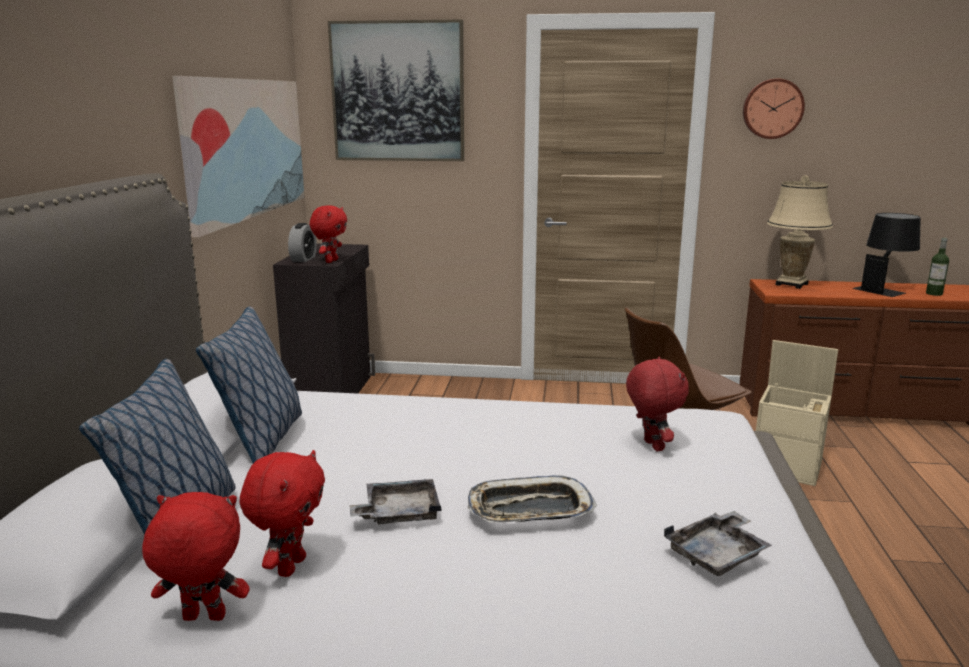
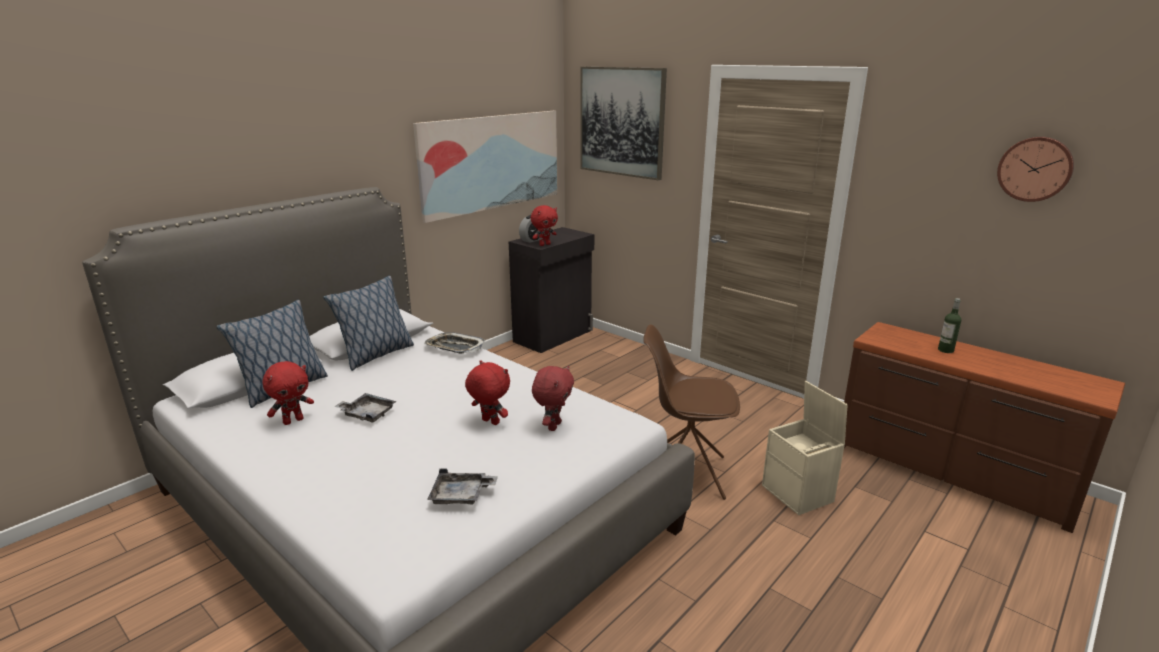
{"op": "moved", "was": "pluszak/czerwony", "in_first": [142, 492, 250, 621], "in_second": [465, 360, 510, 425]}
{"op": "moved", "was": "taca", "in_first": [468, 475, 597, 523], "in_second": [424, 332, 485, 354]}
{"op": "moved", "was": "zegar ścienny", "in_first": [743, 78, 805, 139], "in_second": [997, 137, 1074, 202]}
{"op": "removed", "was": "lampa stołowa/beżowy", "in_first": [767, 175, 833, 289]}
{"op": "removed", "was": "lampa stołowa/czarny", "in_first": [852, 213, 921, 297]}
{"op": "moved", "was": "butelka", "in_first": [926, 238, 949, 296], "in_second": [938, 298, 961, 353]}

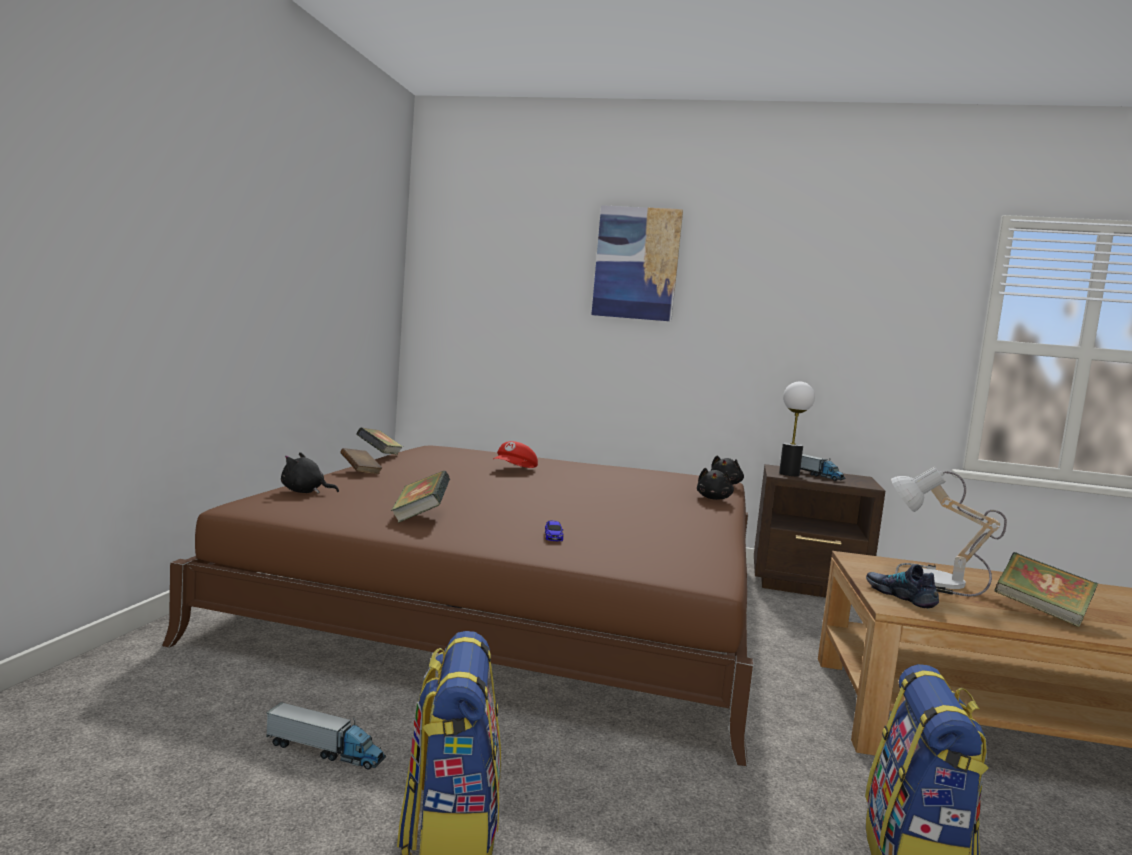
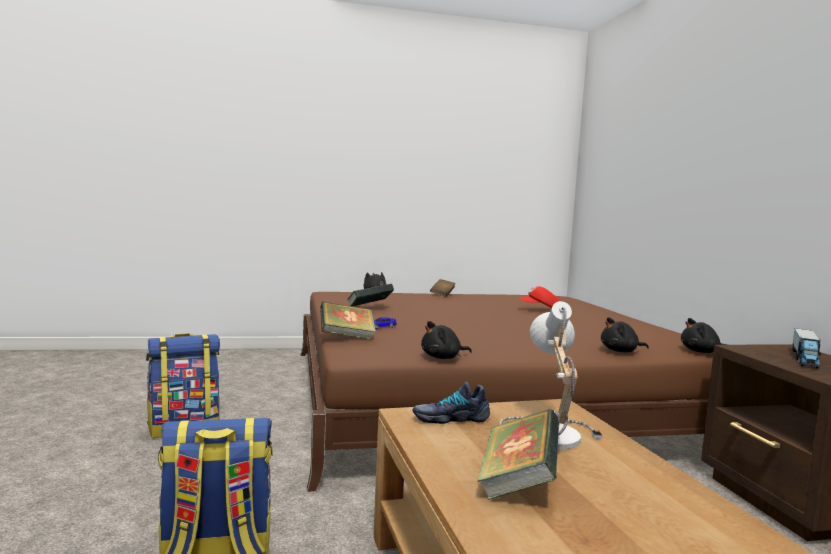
{"op": "removed", "was": "ciężarówka zabawkowa", "in_first": [266, 702, 386, 770]}
{"op": "moved", "was": "książka", "in_first": [356, 427, 403, 455], "in_second": [320, 301, 376, 340]}
{"op": "removed", "was": "obraz", "in_first": [591, 205, 683, 322]}
{"op": "removed", "was": "lampa stołowa", "in_first": [779, 382, 815, 476]}
{"op": "turned", "was": "but", "in_first": [866, 564, 939, 609], "in_second": [413, 382, 490, 424], "clockwise": -135}
{"op": "added", "now": "pluszak/czarny", "in_second": [421, 321, 472, 359]}

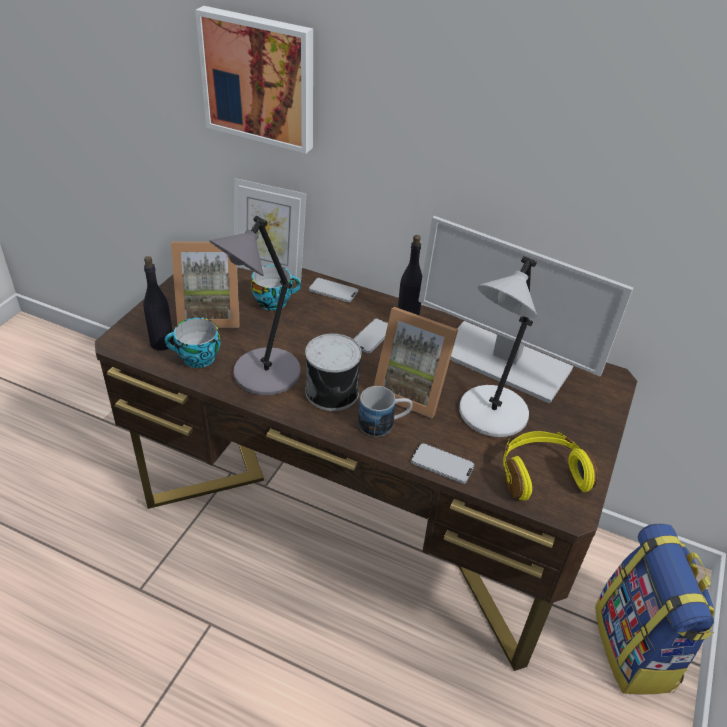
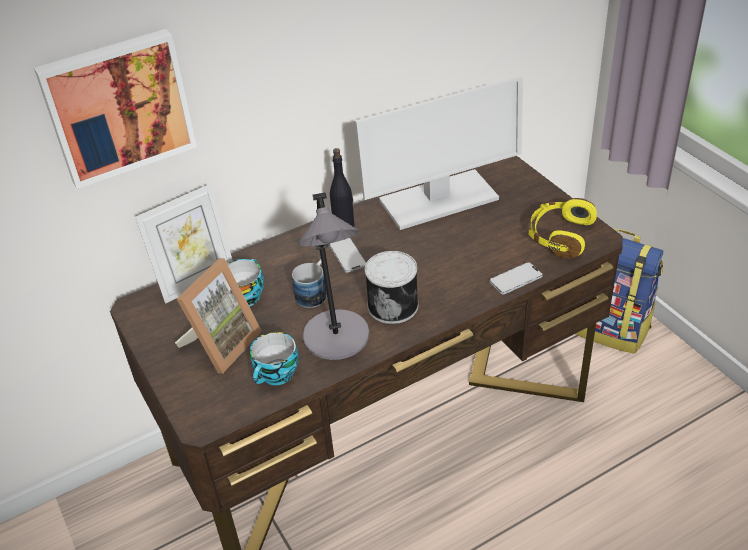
{"op": "removed", "was": "butelka/czarny", "in_first": [143, 256, 174, 351]}
{"op": "removed", "was": "telefon", "in_first": [308, 277, 358, 302]}
{"op": "moved", "was": "kubek", "in_first": [358, 386, 413, 437], "in_second": [292, 260, 327, 308]}
{"op": "removed", "was": "ramka na zdjęcie", "in_first": [374, 307, 458, 418]}
{"op": "removed", "was": "lampa stołowa/szary", "in_first": [459, 256, 537, 437]}

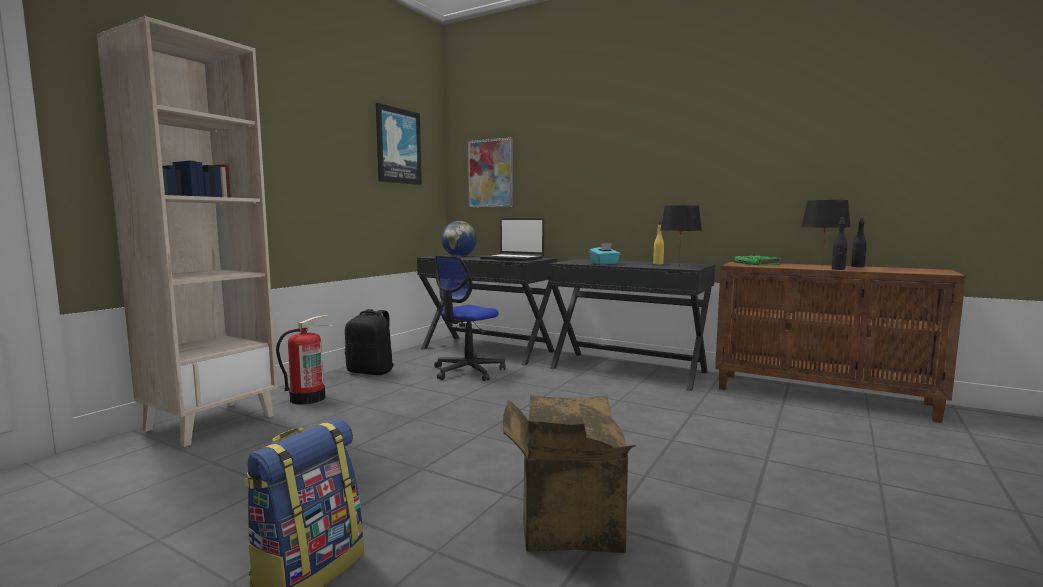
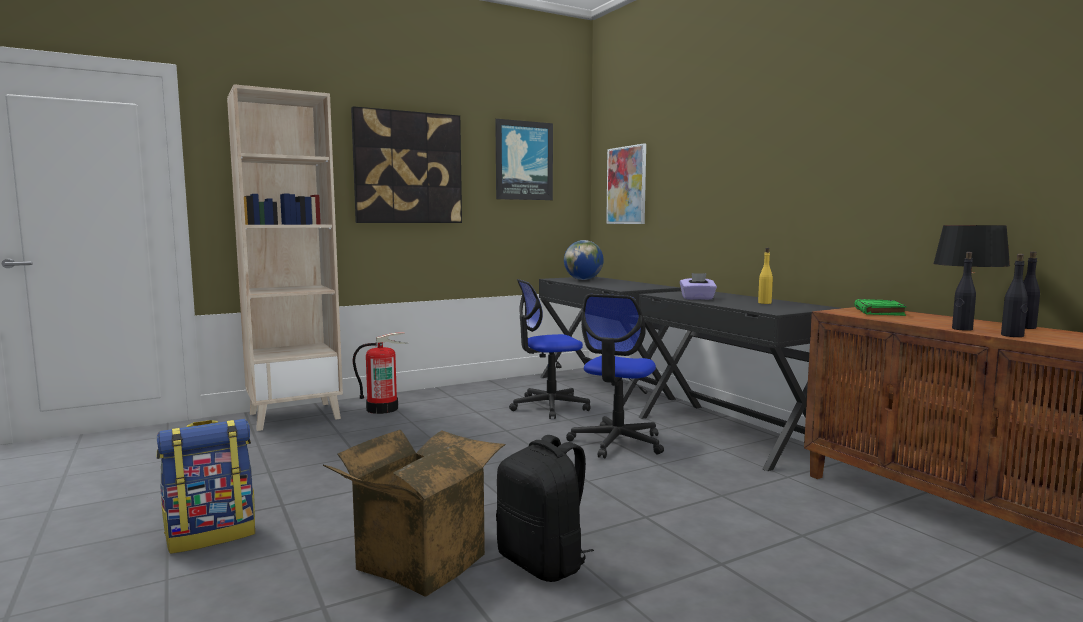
{"op": "moved", "was": "plecak/czarny", "in_first": [345, 309, 394, 375], "in_second": [496, 435, 594, 582]}
{"op": "removed", "was": "laptop", "in_first": [480, 218, 544, 261]}
{"op": "recoloured", "was": "pudełko chusteczek/turkusowy", "now": "pudełko chusteczek/fioletowy", "in_first": [589, 243, 620, 265], "in_second": [680, 273, 717, 300]}
{"op": "removed", "was": "lampa stołowa/czarny", "in_first": [660, 205, 702, 267]}
{"op": "added", "now": "obraz", "in_second": [351, 106, 462, 223]}
{"op": "added", "now": "krzesło biurowe", "in_second": [566, 294, 664, 458]}
{"op": "added", "now": "butelka/czarny", "in_second": [1001, 254, 1028, 337]}

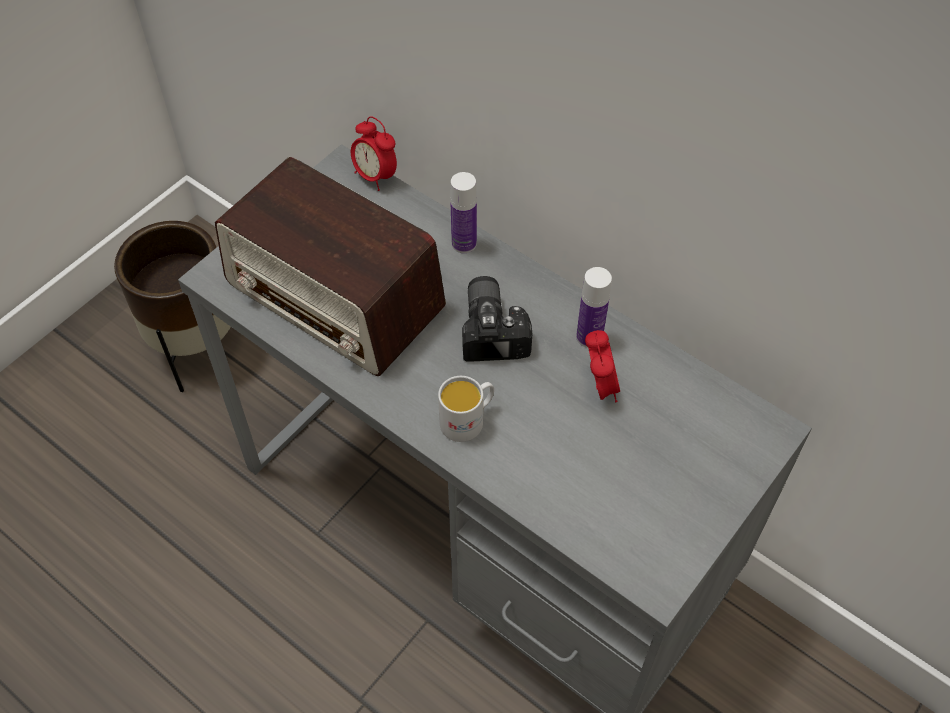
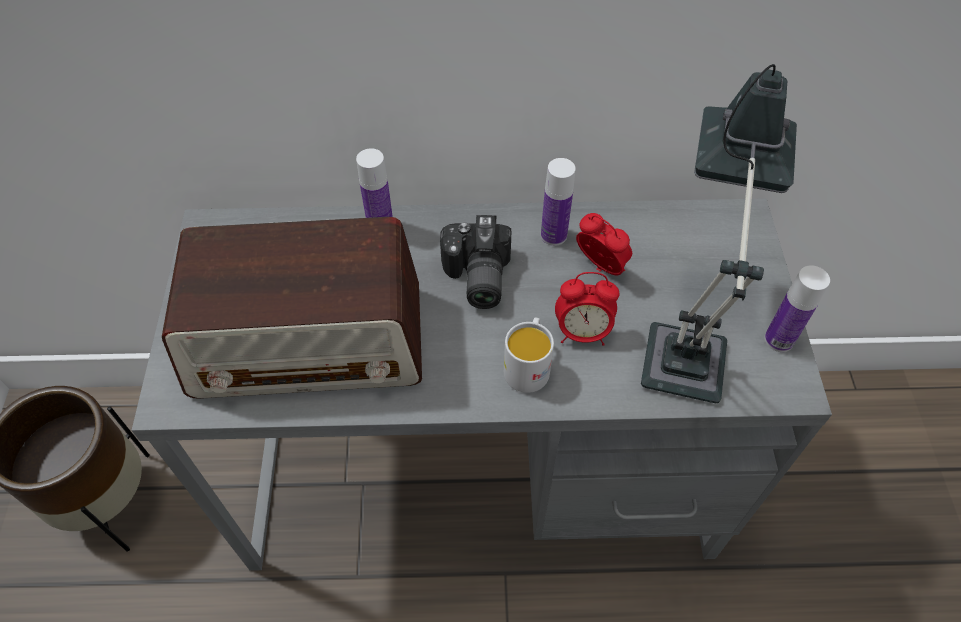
{"op": "moved", "was": "budzik", "in_first": [351, 116, 397, 191], "in_second": [555, 272, 619, 346]}
{"op": "turned", "was": "aparat fotograficzny", "in_first": [462, 276, 533, 362], "in_second": [440, 215, 511, 309], "clockwise": -135}
{"op": "added", "now": "lampa stołowa", "in_second": [641, 64, 797, 404]}
{"op": "added", "now": "butelka", "in_second": [764, 265, 830, 352]}

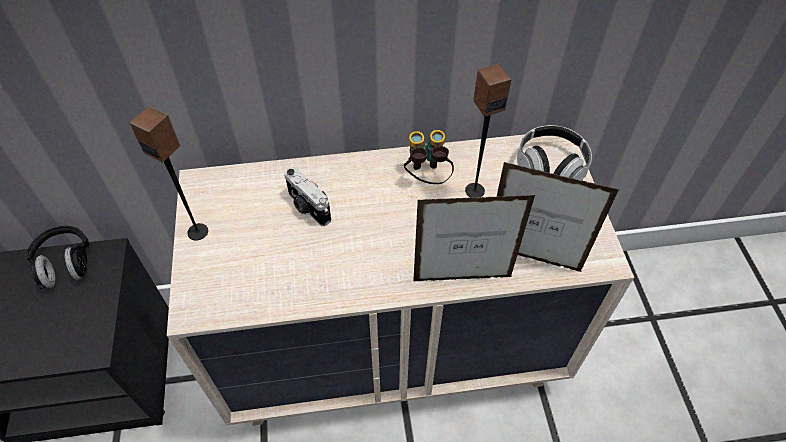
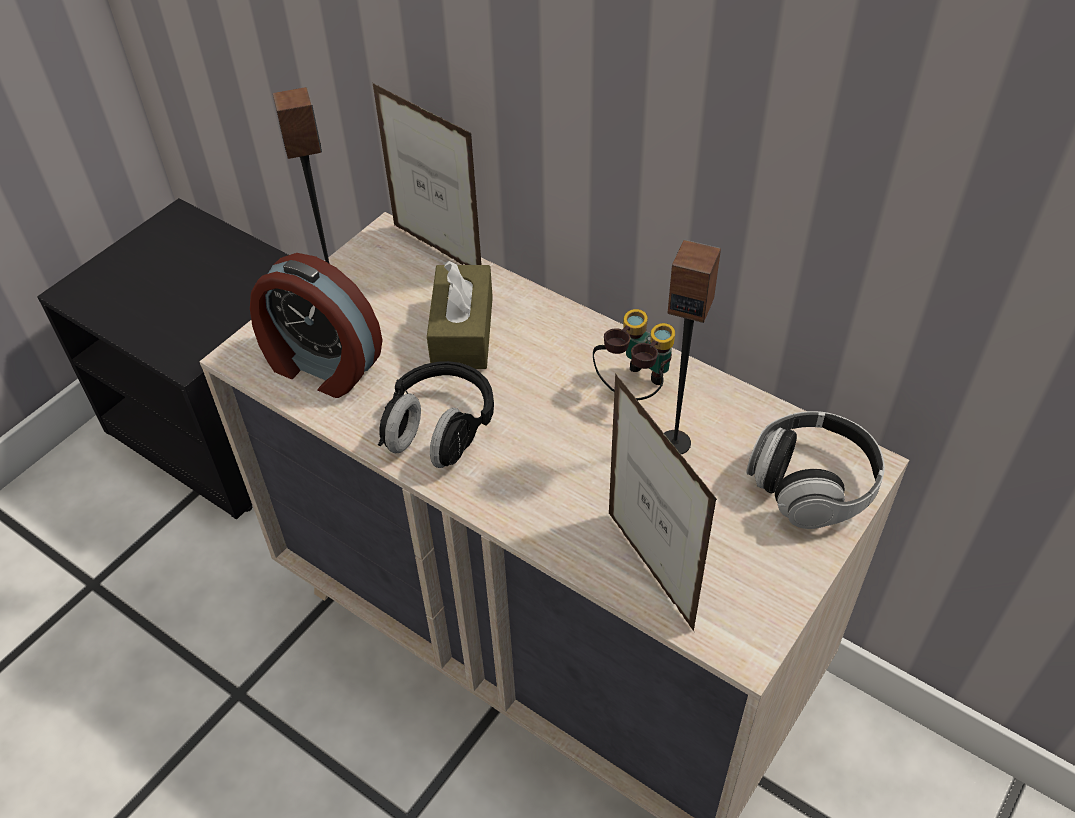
{"op": "moved", "was": "słuchawki/czarny", "in_first": [25, 225, 90, 289], "in_second": [378, 361, 494, 468]}
{"op": "replaced", "was": "aparat fotograficzny", "now": "pudełko chusteczek/brązowy", "in_first": [284, 167, 331, 226], "in_second": [427, 260, 493, 369]}
{"op": "moved", "was": "ramka na zdjęcie", "in_first": [413, 195, 536, 281], "in_second": [373, 83, 482, 265]}
{"op": "added", "now": "budzik", "in_second": [250, 253, 383, 398]}

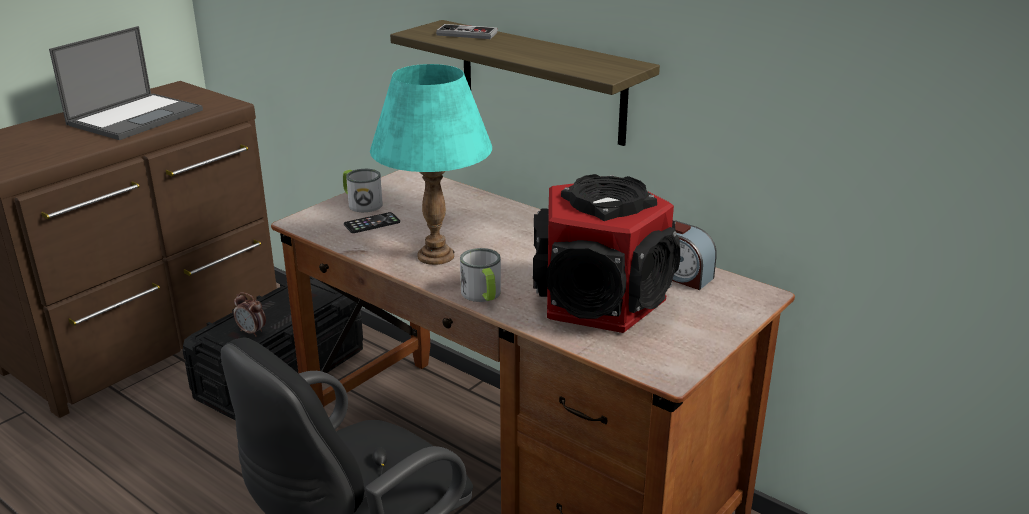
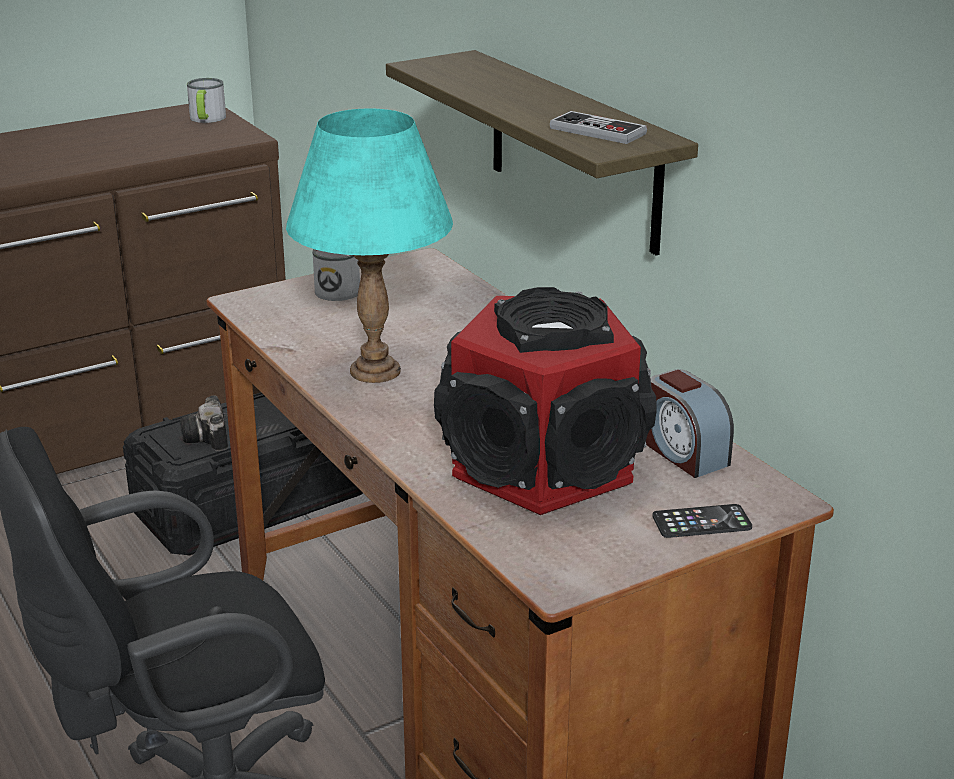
{"op": "removed", "was": "laptop", "in_first": [49, 26, 203, 140]}
{"op": "replaced", "was": "budzik", "now": "aparat fotograficzny", "in_first": [233, 292, 266, 337], "in_second": [180, 396, 228, 451]}
{"op": "moved", "was": "telefon", "in_first": [344, 212, 400, 233], "in_second": [652, 504, 752, 538]}
{"op": "moved", "was": "pad do gier", "in_first": [436, 24, 498, 39], "in_second": [550, 111, 647, 144]}
{"op": "moved", "was": "kubek", "in_first": [460, 248, 501, 302], "in_second": [187, 78, 226, 123]}

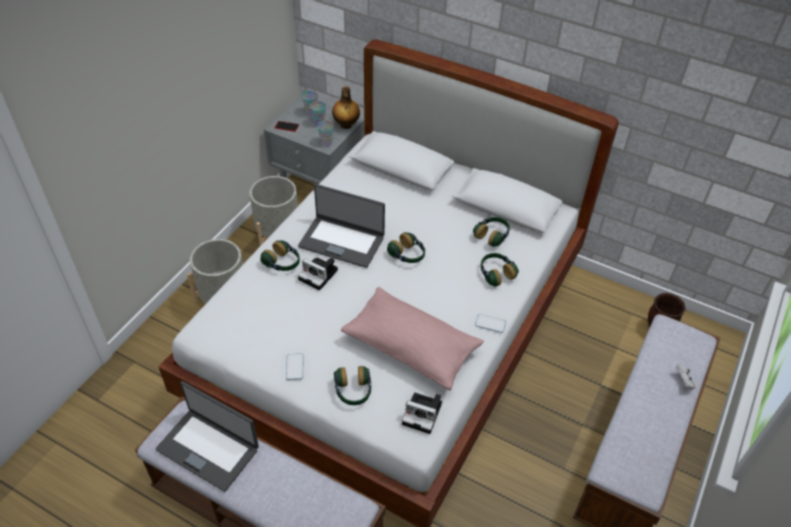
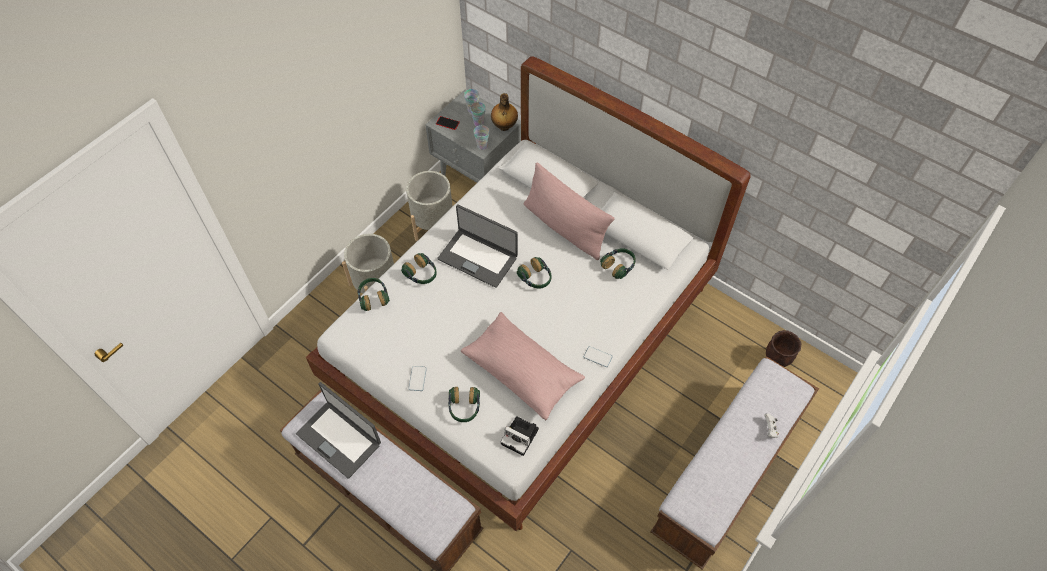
{"op": "removed", "was": "aparat fotograficzny", "in_first": [298, 258, 338, 290]}
{"op": "moved", "was": "słuchawki", "in_first": [481, 253, 519, 286], "in_second": [358, 278, 390, 311]}
{"op": "added", "now": "poduszka/różowy", "in_second": [523, 163, 615, 260]}

